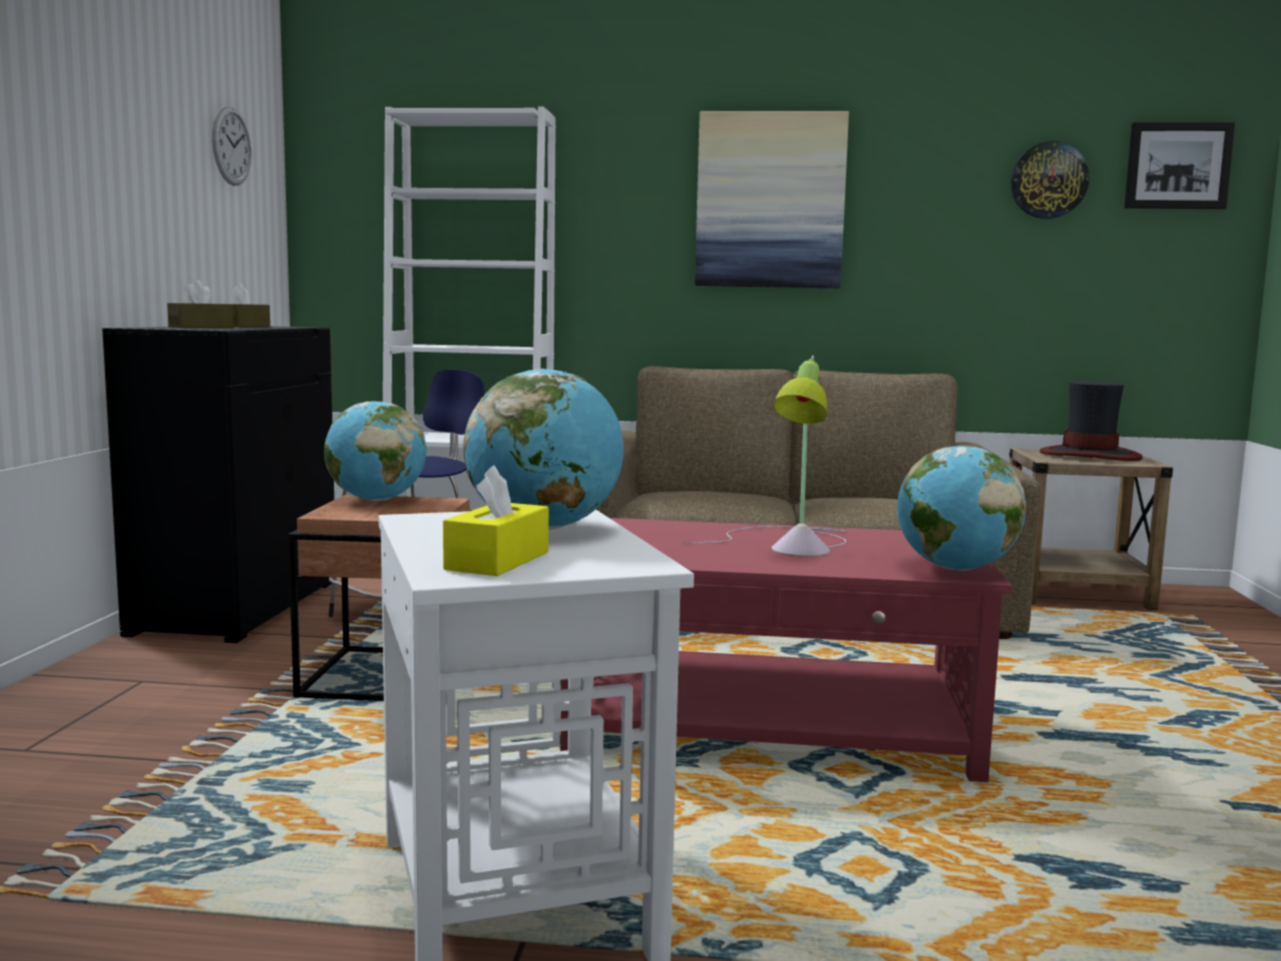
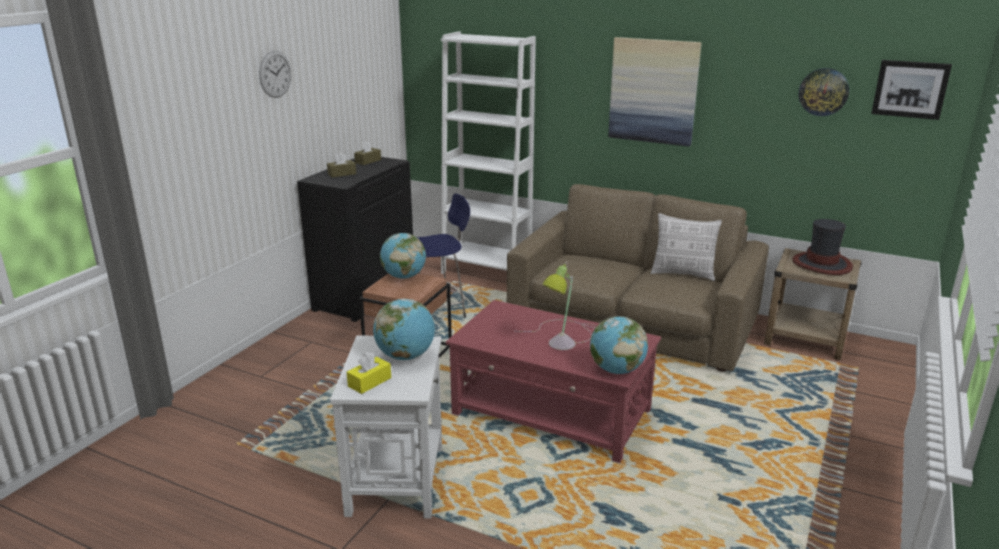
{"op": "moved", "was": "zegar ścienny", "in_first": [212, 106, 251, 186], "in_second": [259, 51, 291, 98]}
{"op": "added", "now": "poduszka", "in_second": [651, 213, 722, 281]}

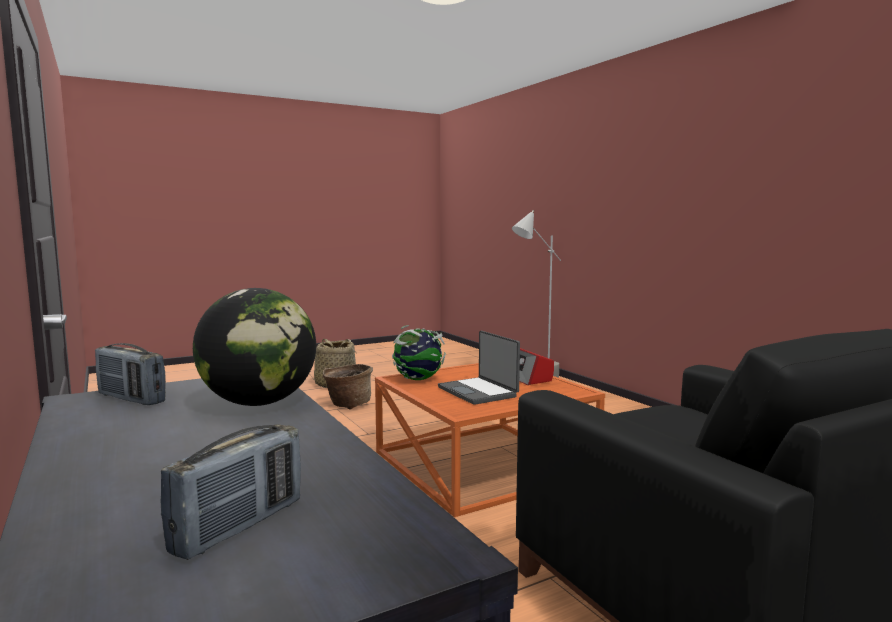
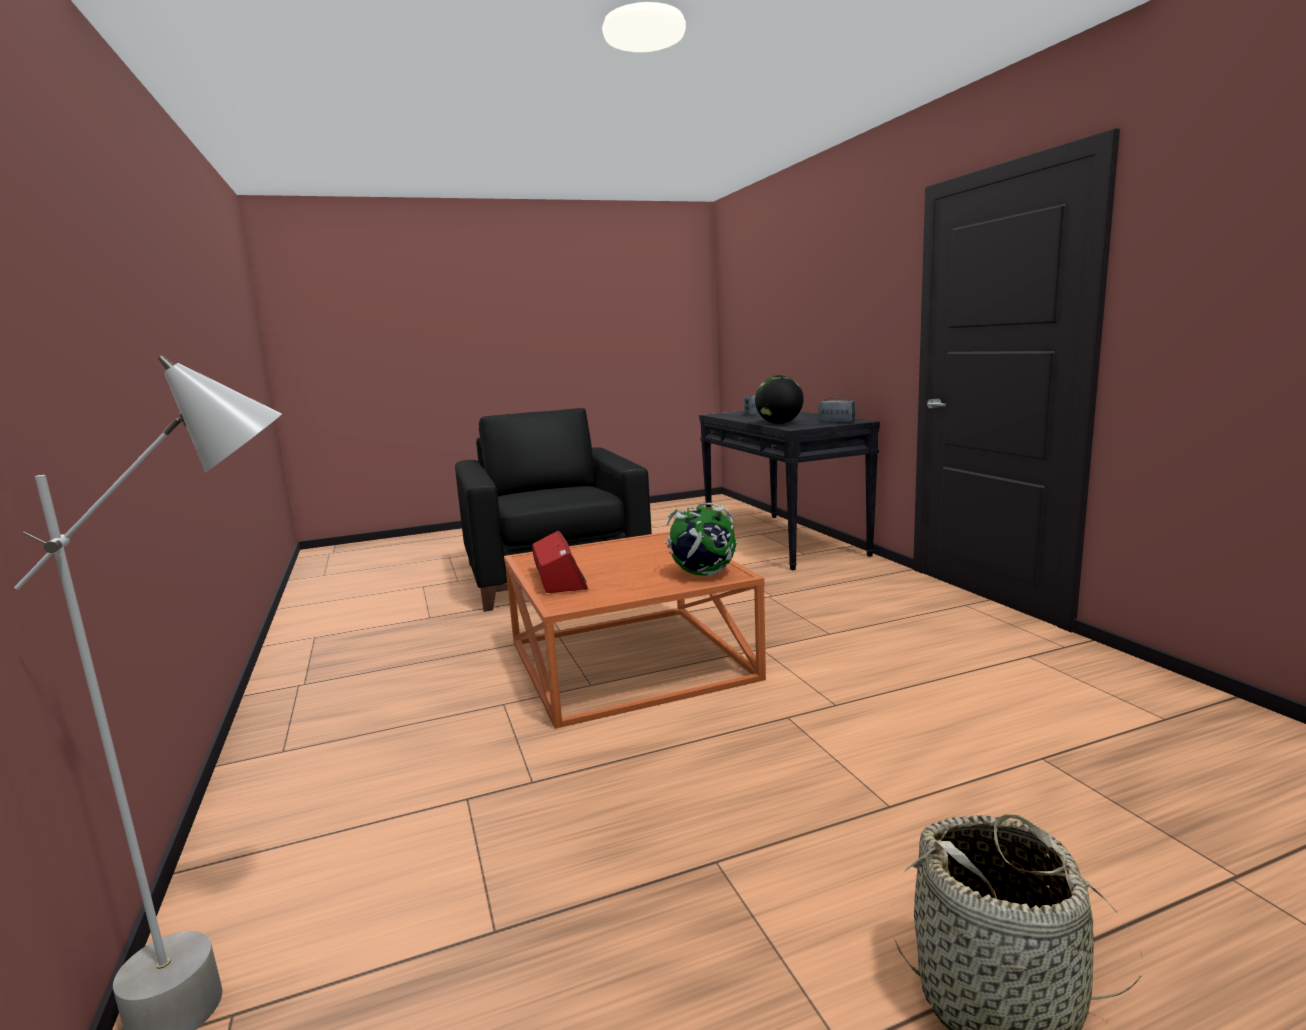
{"op": "removed", "was": "koszyk", "in_first": [323, 364, 373, 410]}
{"op": "removed", "was": "laptop", "in_first": [438, 331, 520, 405]}

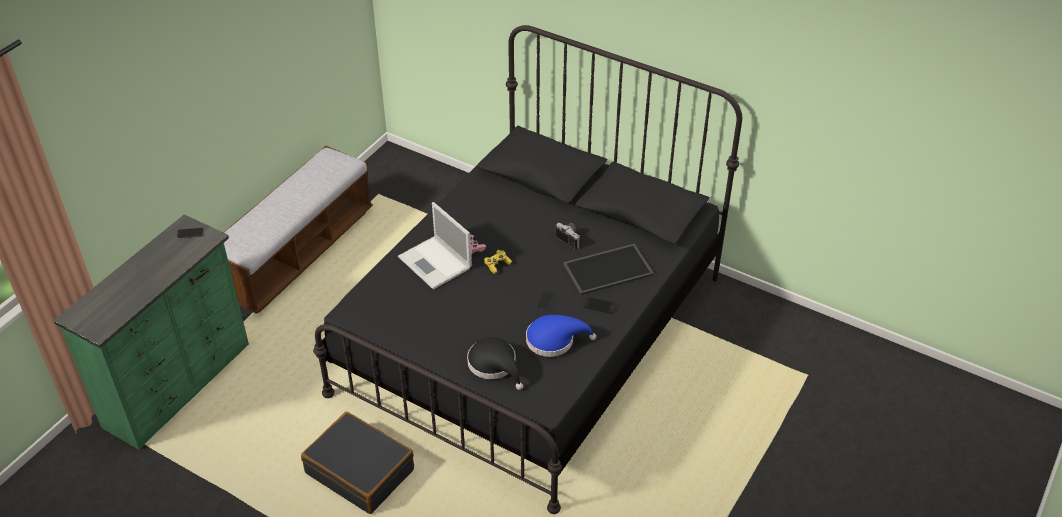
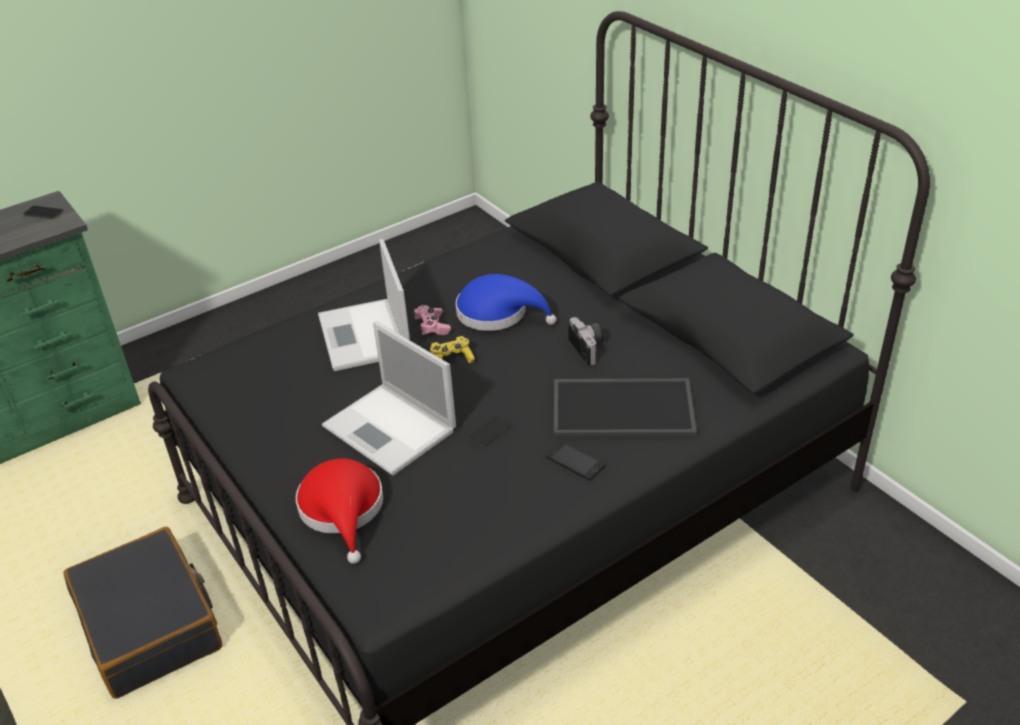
{"op": "removed", "was": "ławka", "in_first": [223, 146, 373, 314]}
{"op": "recoloured", "was": "kapelusz/czarny", "now": "kapelusz/czerwony", "in_first": [467, 337, 523, 390], "in_second": [296, 459, 383, 564]}
{"op": "moved", "was": "kapelusz/niebieski", "in_first": [526, 315, 596, 357], "in_second": [455, 274, 556, 331]}
{"op": "added", "now": "laptop", "in_second": [322, 321, 456, 476]}

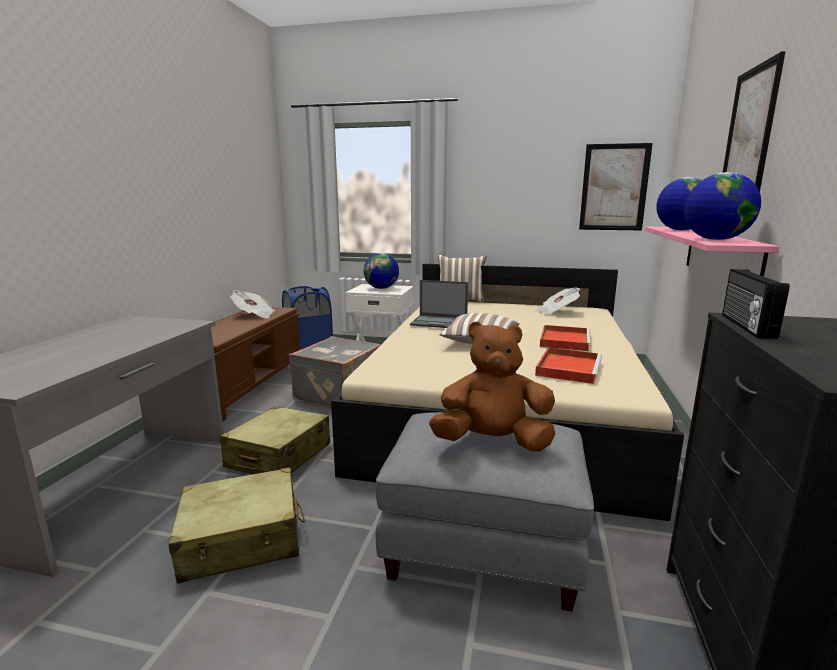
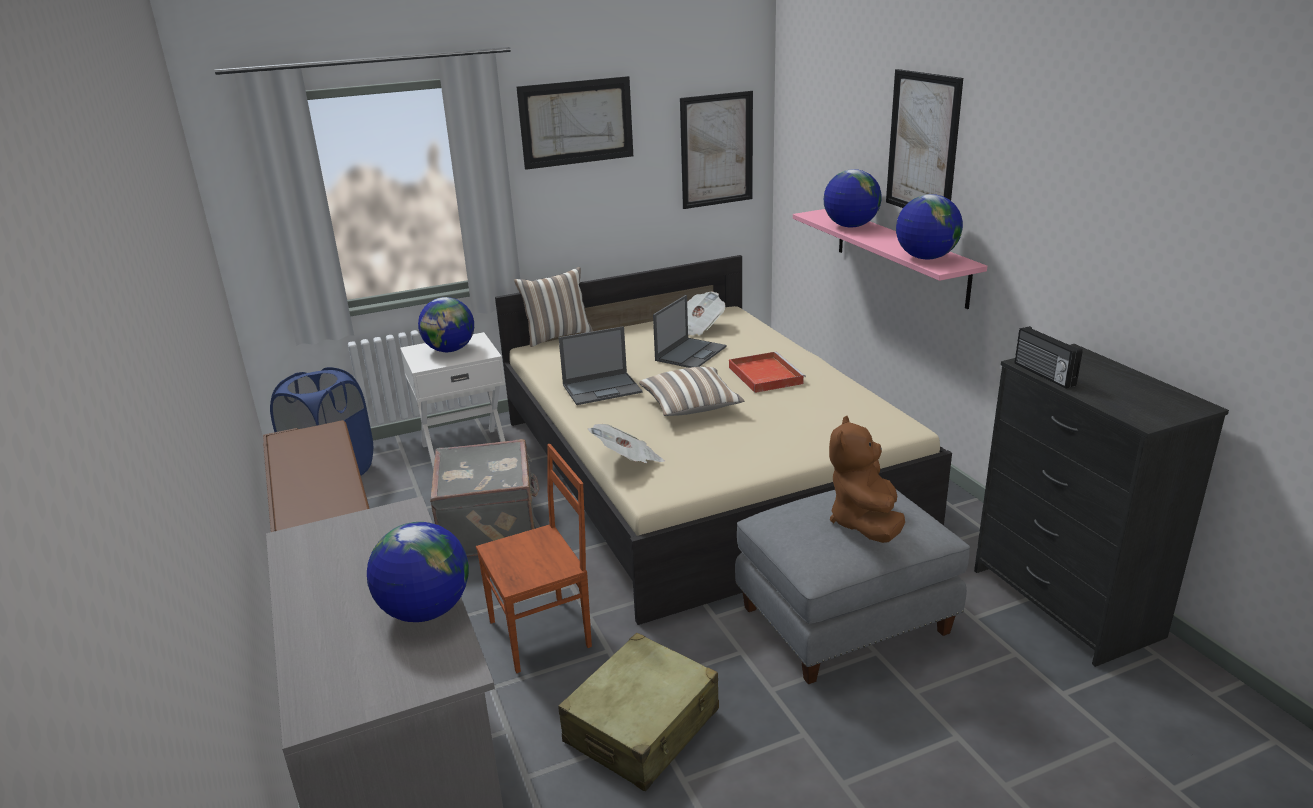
{"op": "replaced", "was": "walizka/beżowy", "now": "krzesło/brązowy", "in_first": [220, 406, 330, 474], "in_second": [476, 444, 592, 673]}
{"op": "moved", "was": "gazeta", "in_first": [230, 290, 275, 318], "in_second": [588, 424, 665, 463]}
{"op": "turned", "was": "pluszak/brązowy", "in_first": [429, 321, 555, 452], "in_second": [829, 416, 905, 543], "clockwise": -45}
{"op": "removed", "was": "taca/czerwony", "in_first": [535, 347, 602, 384]}
{"op": "added", "now": "globus", "in_second": [367, 522, 469, 622]}
{"op": "added", "now": "obraz", "in_second": [516, 76, 633, 170]}
{"op": "added", "now": "laptop", "in_second": [653, 295, 727, 368]}

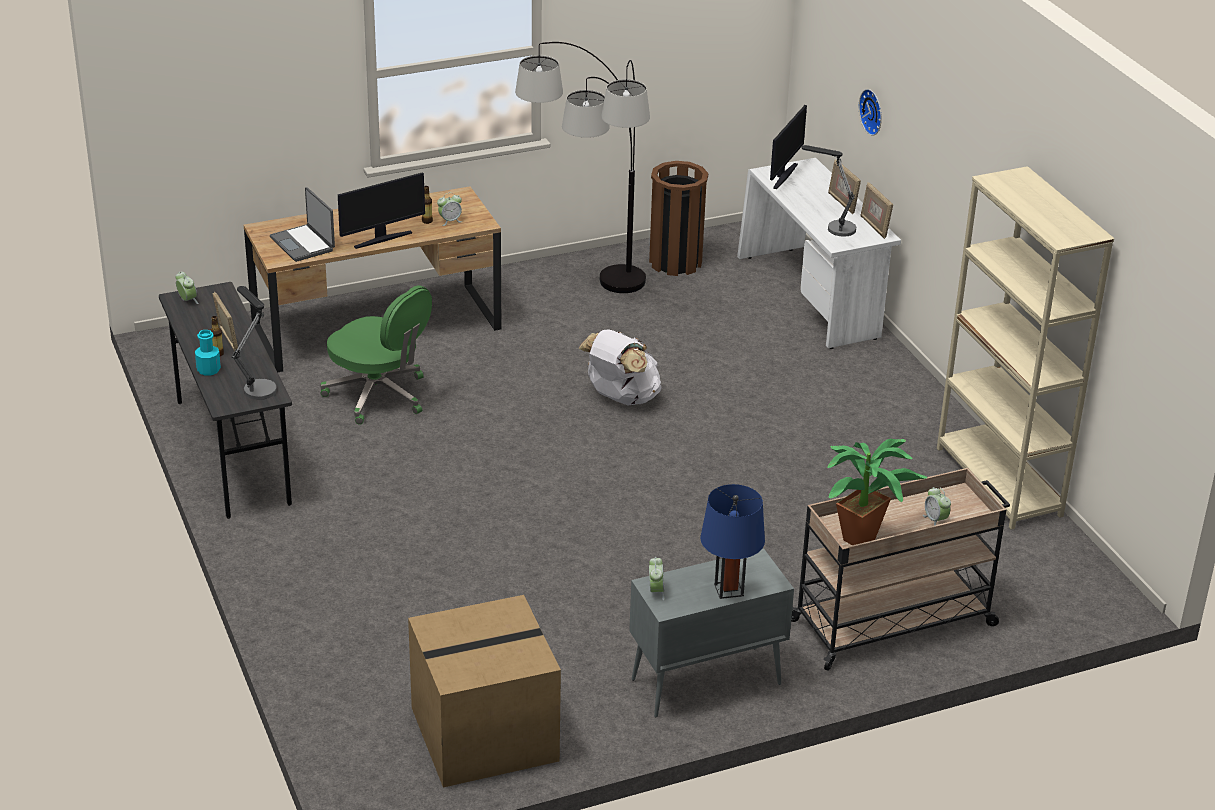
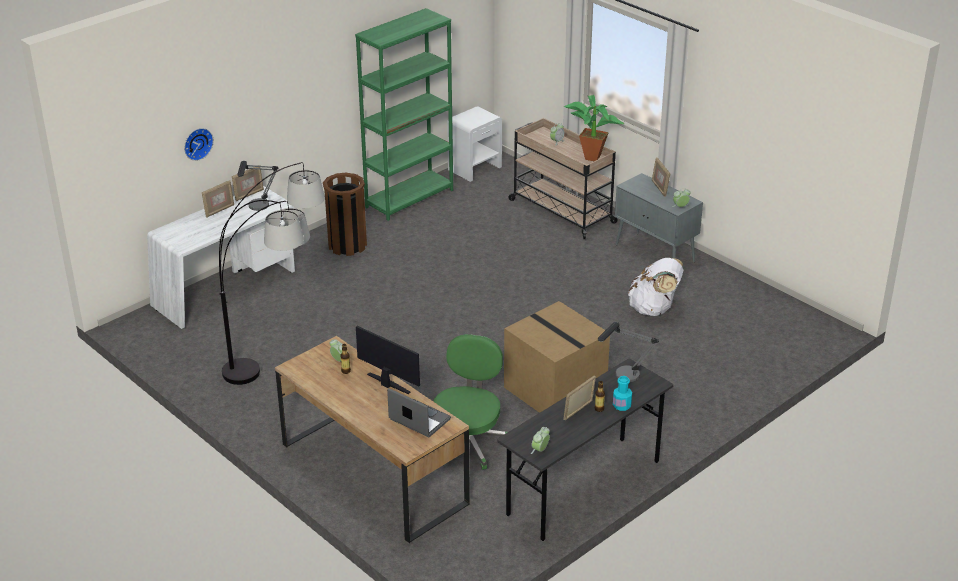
{"op": "turned", "was": "laptop", "in_first": [270, 187, 335, 262], "in_second": [387, 388, 451, 437], "clockwise": -90}
{"op": "moved", "was": "karton", "in_first": [408, 595, 561, 787], "in_second": [504, 301, 610, 413]}
{"op": "moved", "was": "plecak/biały", "in_first": [579, 329, 662, 405], "in_second": [628, 258, 683, 316]}
{"op": "moved", "was": "kosz na śmieci/brązowy", "in_first": [649, 161, 708, 276], "in_second": [323, 173, 367, 256]}
{"op": "replaced", "was": "lampa stołowa/niebieski", "now": "ramka na zdjęcie", "in_first": [700, 484, 765, 599], "in_second": [652, 157, 670, 197]}
{"op": "removed", "was": "monitor", "in_first": [770, 105, 807, 189]}
{"op": "recoloured", "was": "regał/beżowy", "now": "regał/zielony", "in_first": [937, 166, 1114, 530], "in_second": [355, 8, 453, 221]}
{"op": "added", "now": "szafka nocna/biały", "in_second": [447, 106, 502, 182]}

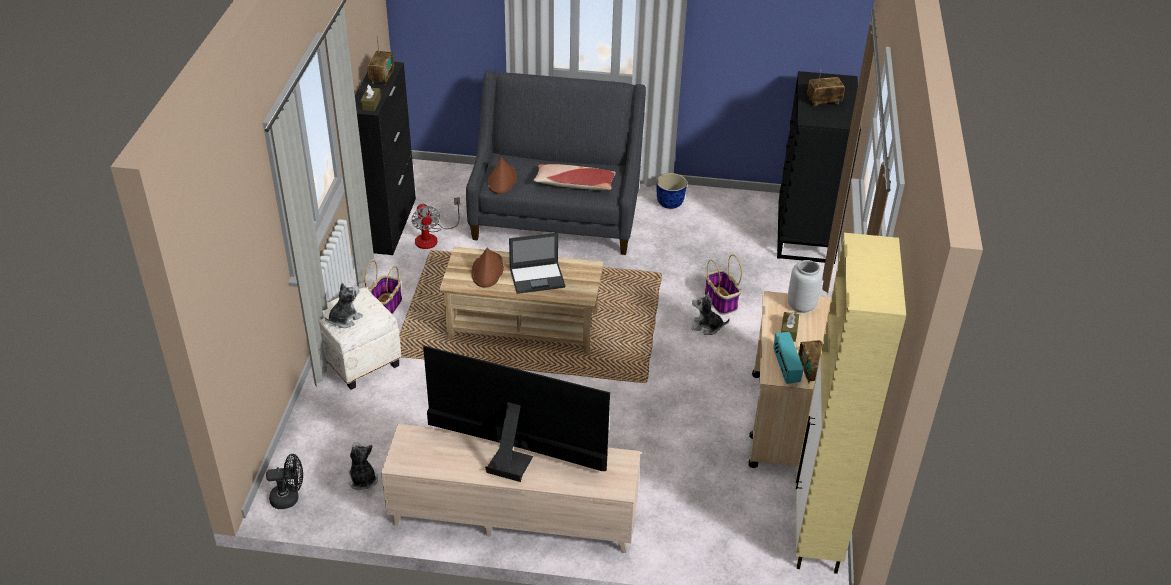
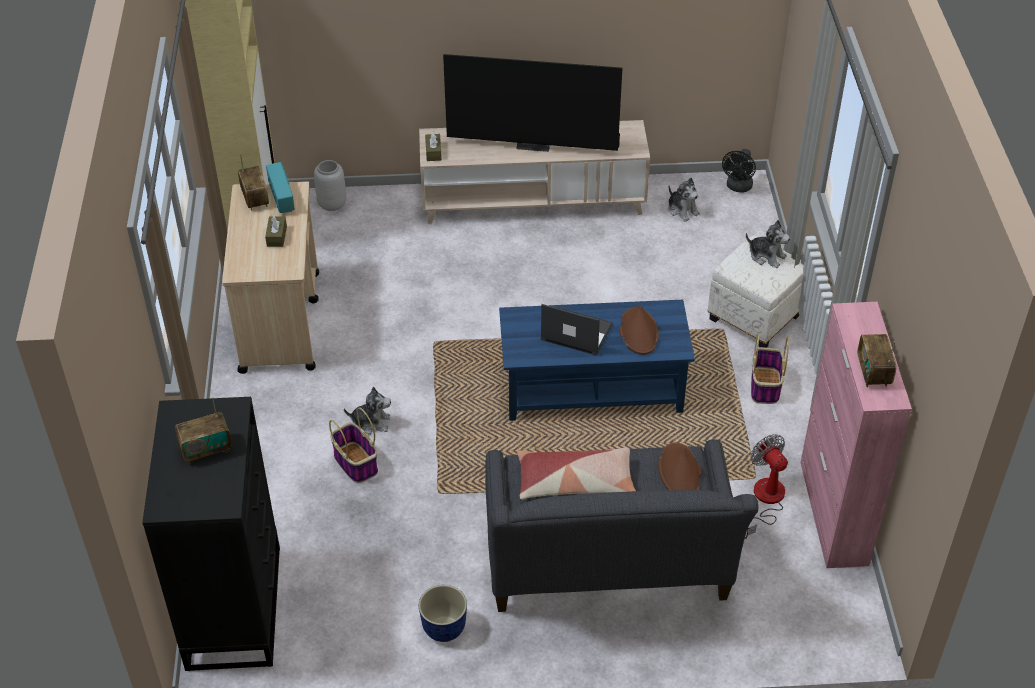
{"op": "turned", "was": "wentylator/czarny", "in_first": [266, 454, 303, 509], "in_second": [722, 149, 756, 193], "clockwise": -45}
{"op": "turned", "was": "pluszak", "in_first": [324, 283, 363, 328], "in_second": [746, 220, 790, 268], "clockwise": -90}
{"op": "recoloured", "was": "szafka/czarny", "now": "szafka/różowy", "in_first": [355, 62, 416, 255], "in_second": [800, 302, 912, 568]}
{"op": "moved", "was": "pudełko chusteczek/brązowy", "in_first": [361, 85, 381, 111], "in_second": [425, 132, 442, 161]}
{"op": "recoloured", "was": "ława/beżowy", "now": "ława/niebieski", "in_first": [439, 247, 604, 354], "in_second": [499, 300, 695, 421]}
{"op": "turned", "was": "laptop", "in_first": [509, 232, 566, 294], "in_second": [541, 304, 613, 356], "clockwise": 45}
{"op": "moved", "was": "wazon/szary", "in_first": [787, 260, 823, 313], "in_second": [314, 160, 346, 211]}

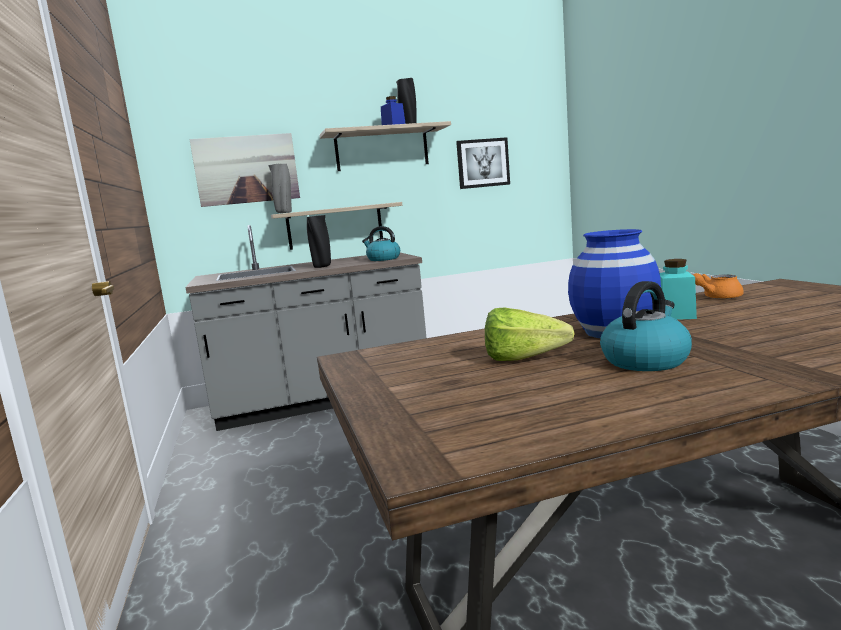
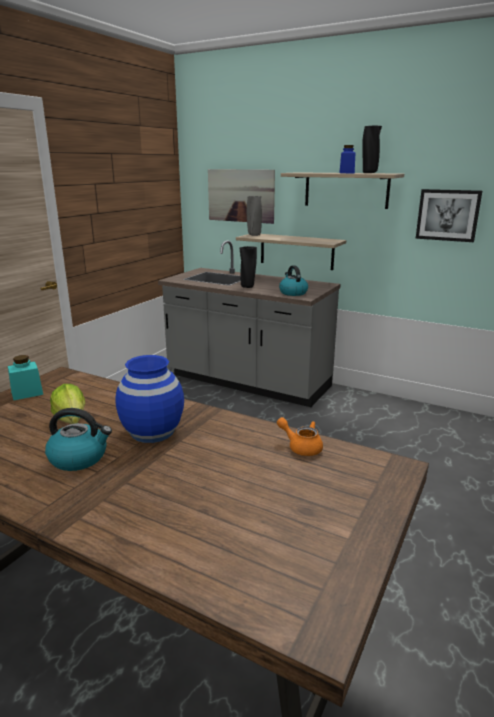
{"op": "moved", "was": "słoik/turkusowy", "in_first": [660, 259, 697, 320], "in_second": [8, 355, 43, 400]}

